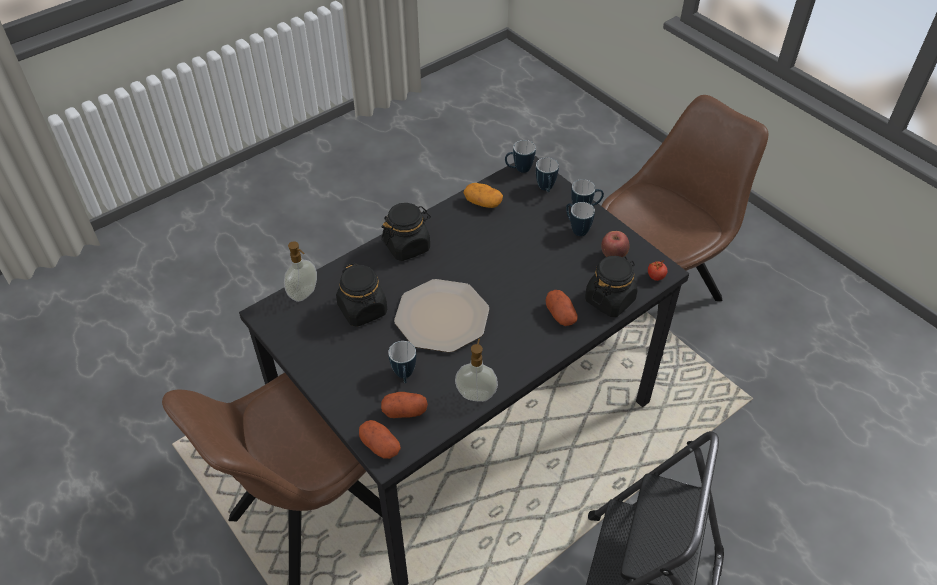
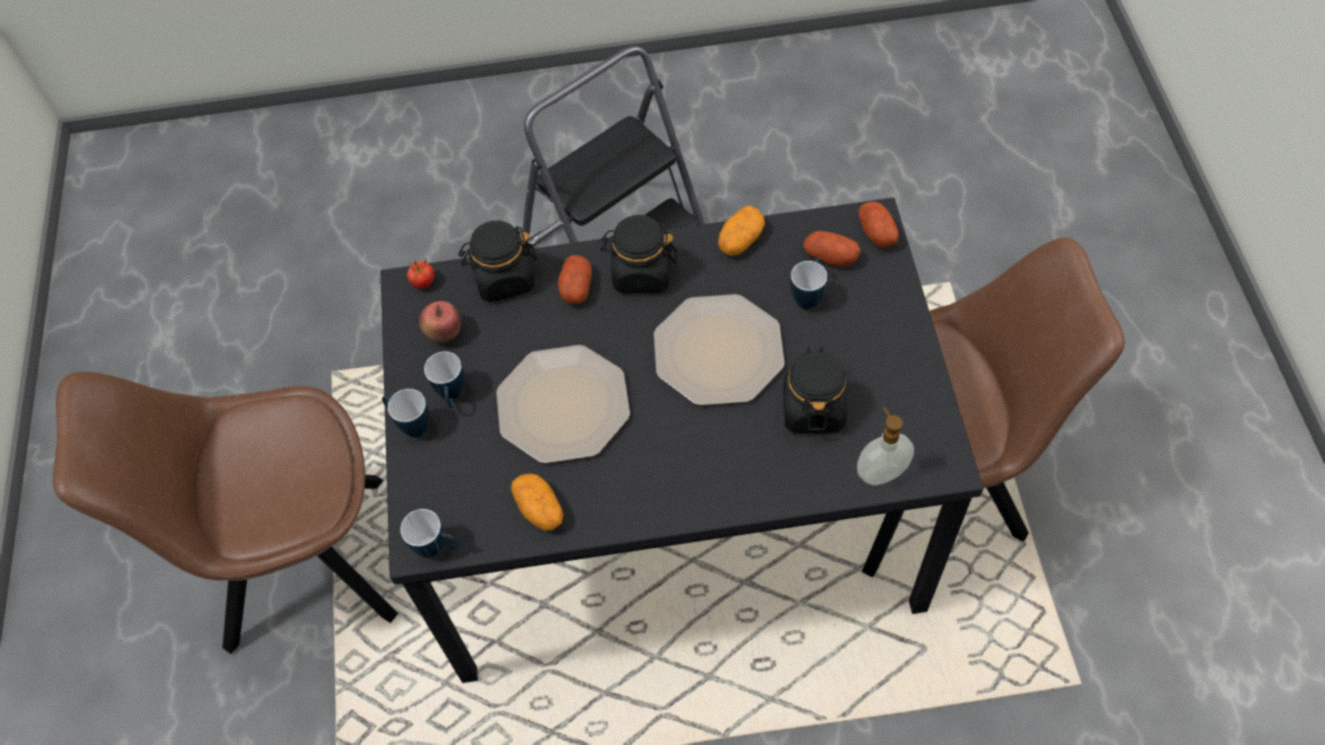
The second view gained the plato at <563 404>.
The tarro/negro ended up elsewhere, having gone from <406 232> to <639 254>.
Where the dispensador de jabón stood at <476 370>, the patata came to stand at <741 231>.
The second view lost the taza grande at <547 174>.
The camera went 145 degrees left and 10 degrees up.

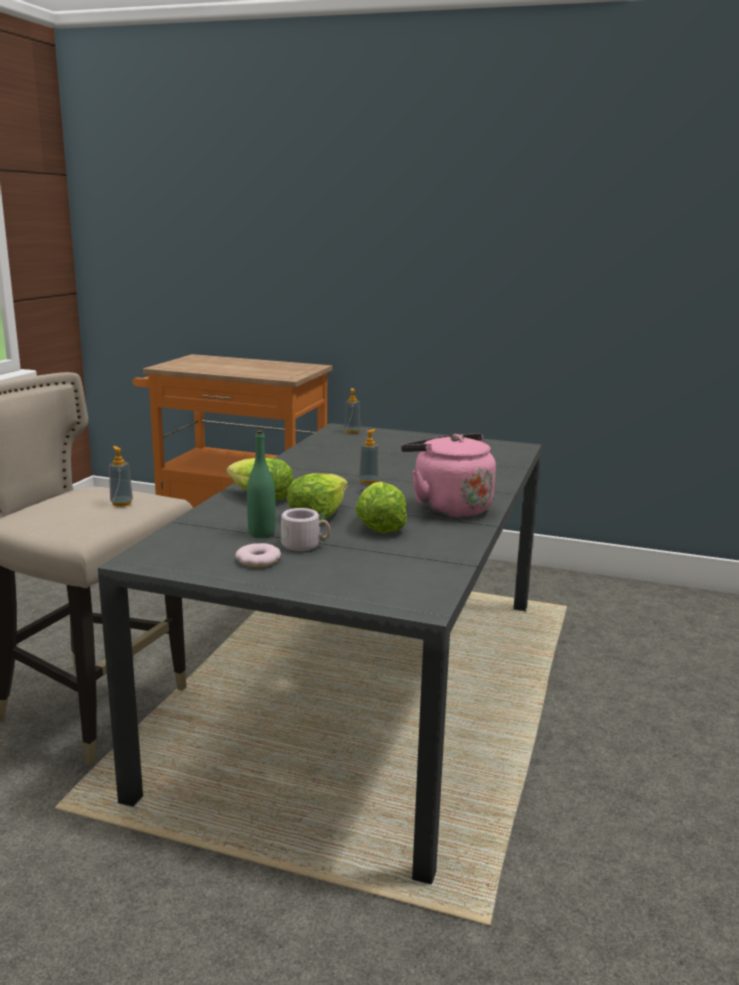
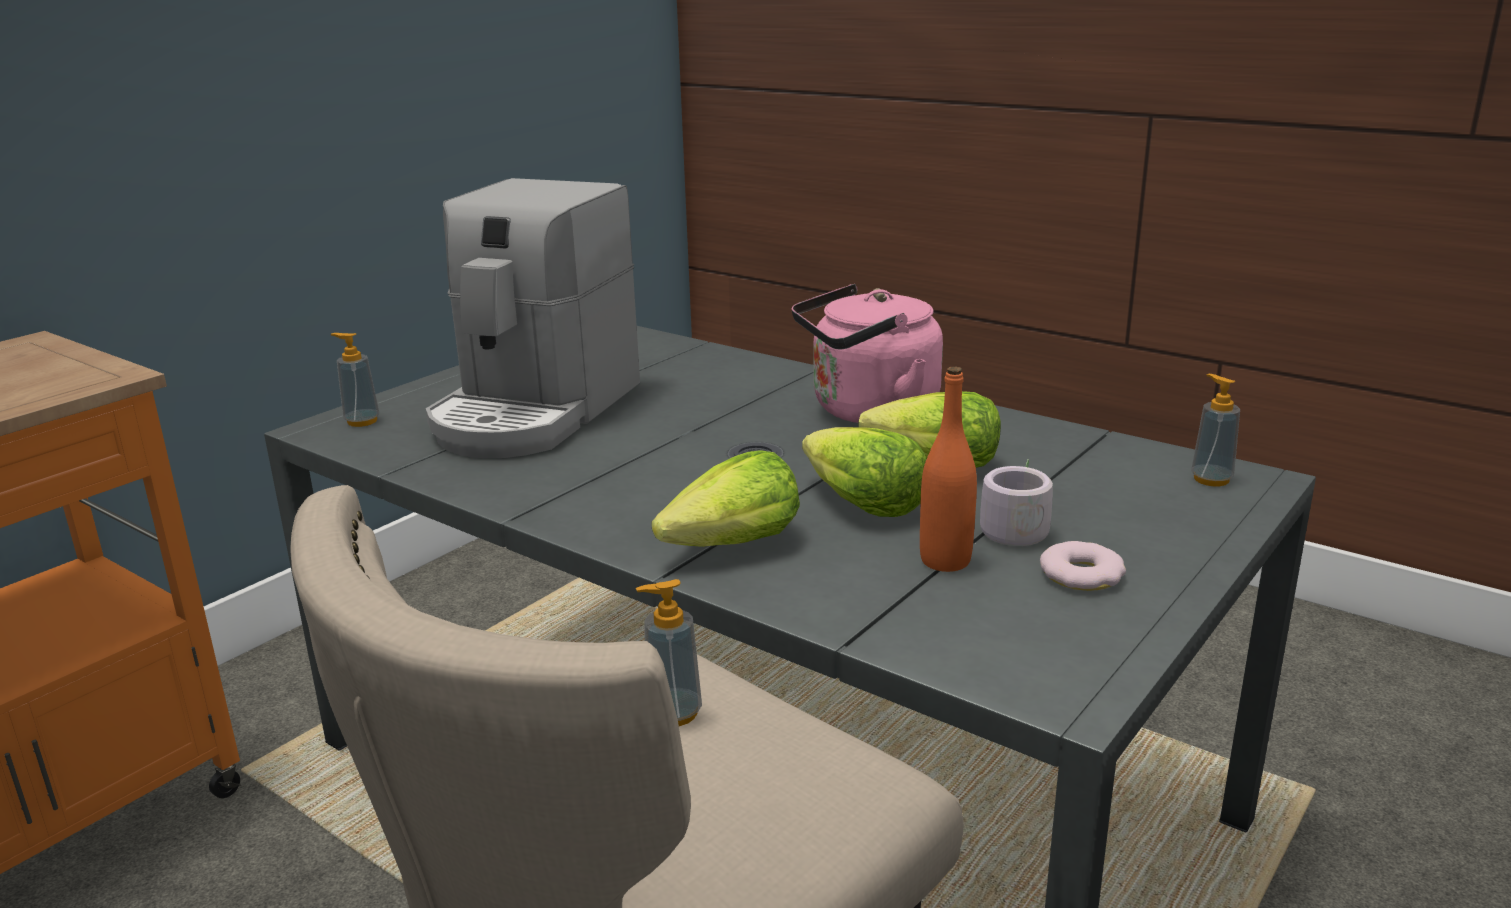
The second view gained the cafetera at <533 318>.
What was the botella/verde at <261 484> turned into the botella/naranja at <948 469>.
The dispensador de jabón ended up elsewhere, having gone from <369 456> to <1215 430>.
The camera went 70 degrees left and 5 degrees up.

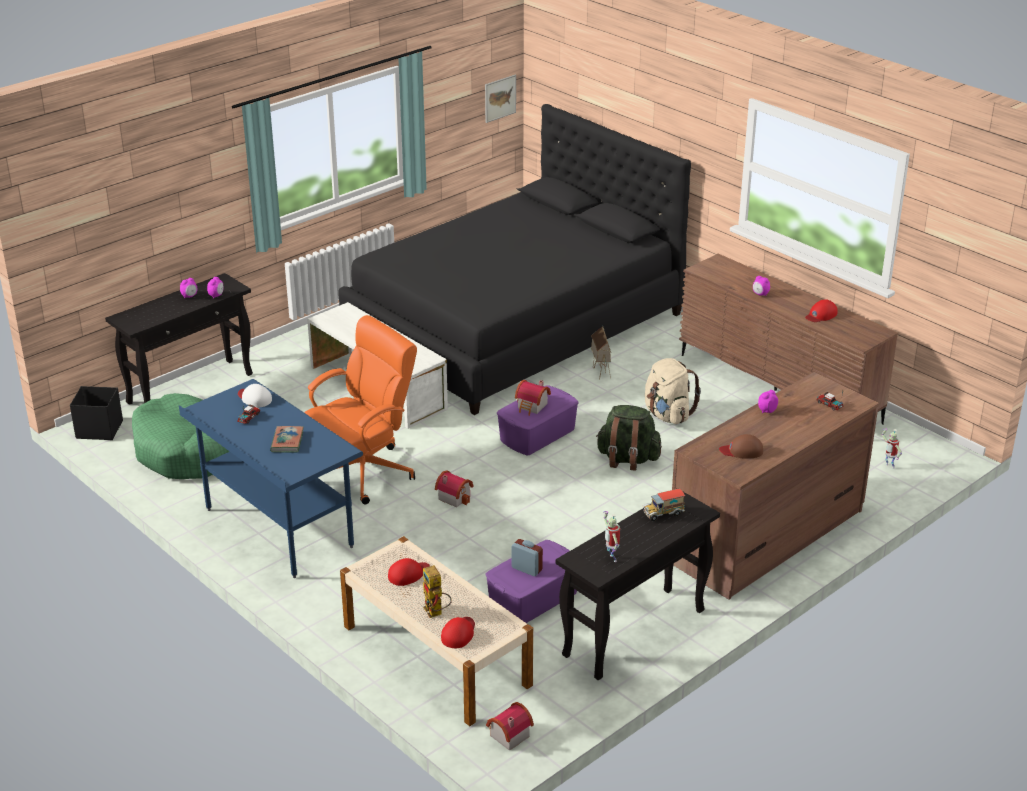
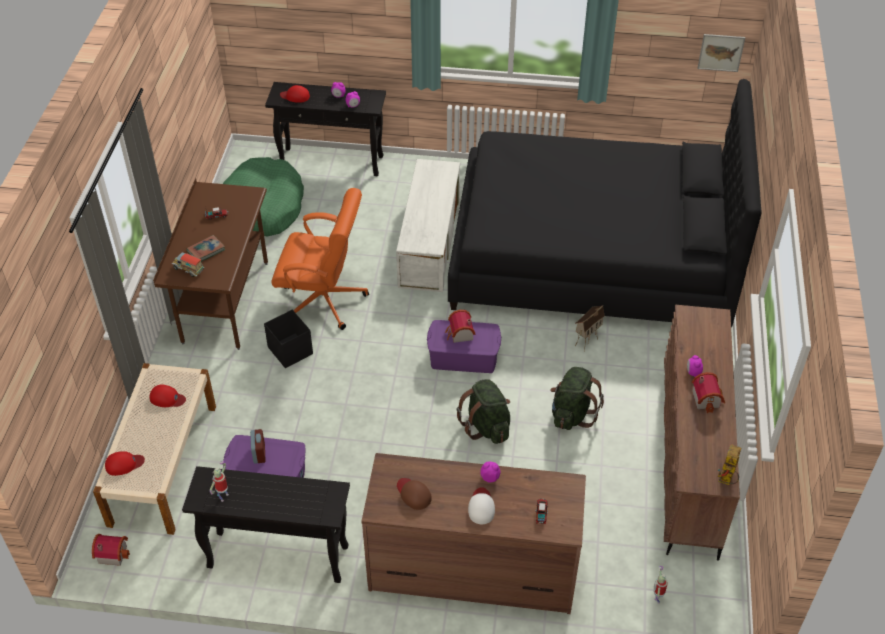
What was the escritorio/azul at <271 478> turned into the escritorio/marrón at <210 264>.
The camión de juguete ended up elsewhere, having gone from <664 505> to <188 264>.
The caja de almacenaje/negro ended up elsewhere, having gone from <96 413> to <288 339>.
The gorra/rojo ended up elsewhere, having gone from <821 310> to <295 94>.
The gorra/blanco ended up elsewhere, having gone from <255 396> to <481 505>.
What was the mochila/beis at <673 391> turned into the mochila/verde at <577 398>.
The casita ended up elsewhere, having gone from <454 488> to <708 392>.
The robot de juguete ended up elsewhere, having gone from <437 591> to <729 464>.
The camera went 50 degrees right and 15 degrees up.

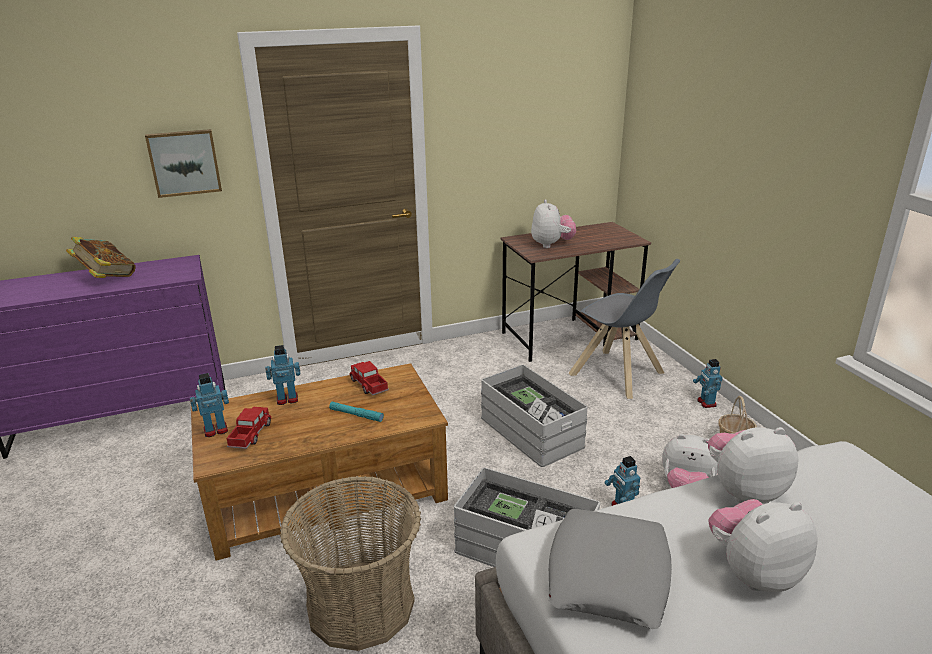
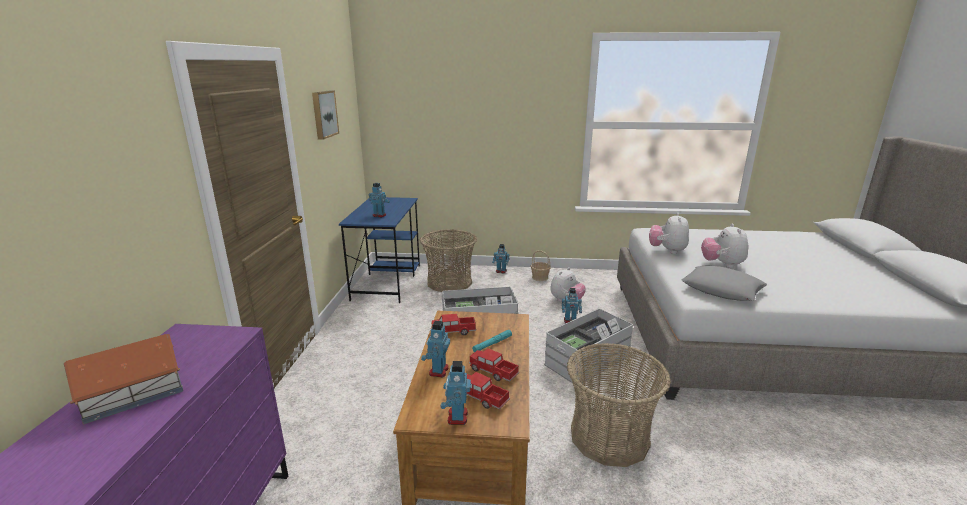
Where the libro stood at <101 257>, the casita came to stand at <123 379>.
The cuadro ended up elsewhere, having gone from <183 163> to <325 115>.
What was the escritorio/marrón at <576 292> turned into the escritorio/azul at <379 250>.
Where the peluche stood at <553 223>, the robot de juguete came to stand at <379 200>.
Where the silla/gris stood at <624 329>, the cesta came to stand at <448 260>.
The second view gained the camión de juguete at <494 365>.
The camera went 65 degrees left and 5 degrees down.

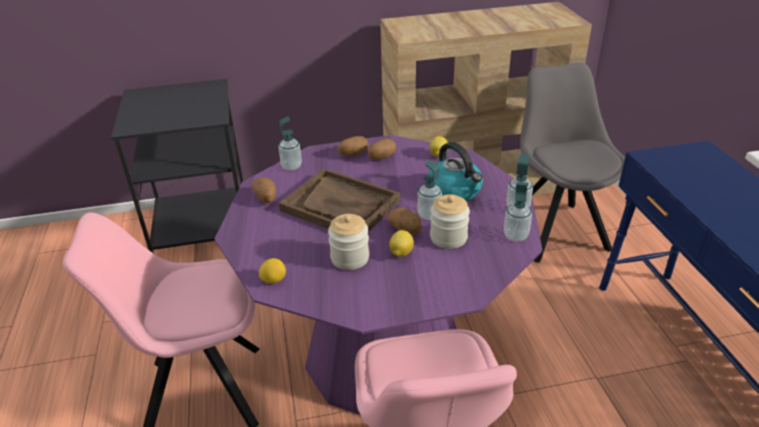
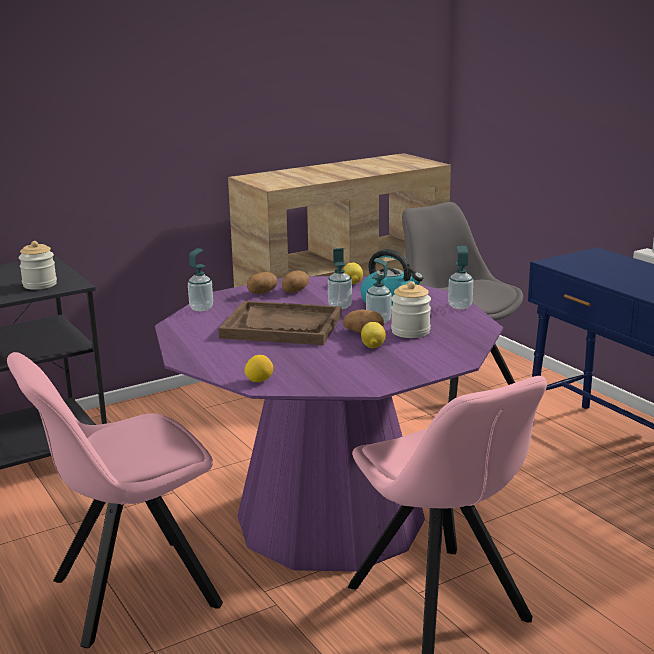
The tarro ended up elsewhere, having gone from <348 242> to <38 265>.
The dispensador de jabón ended up elsewhere, having gone from <518 211> to <340 278>.
The second view lost the patata at <263 190>.
The camera went 20 degrees left and 15 degrees down.

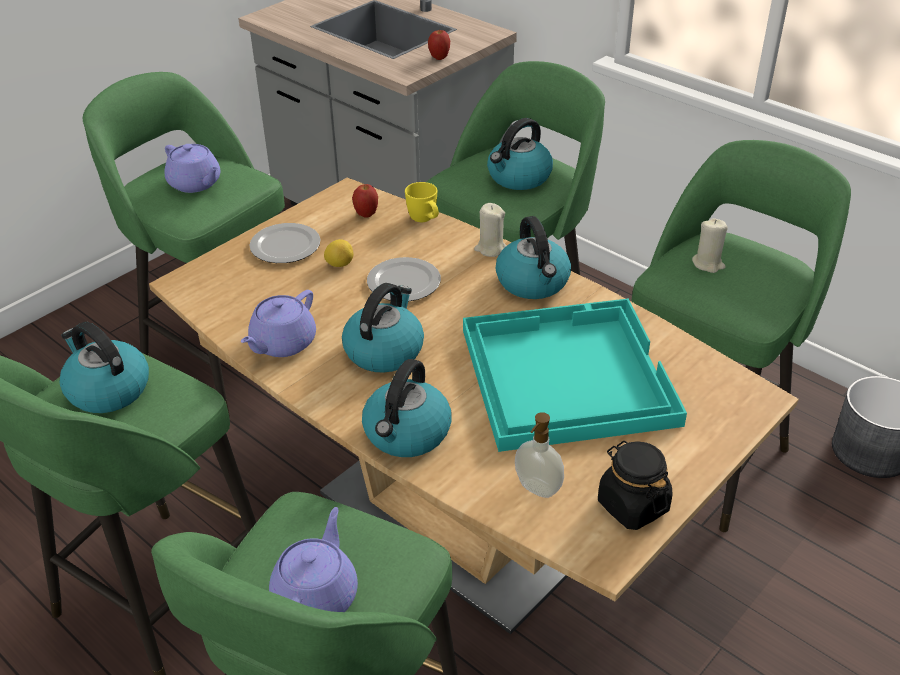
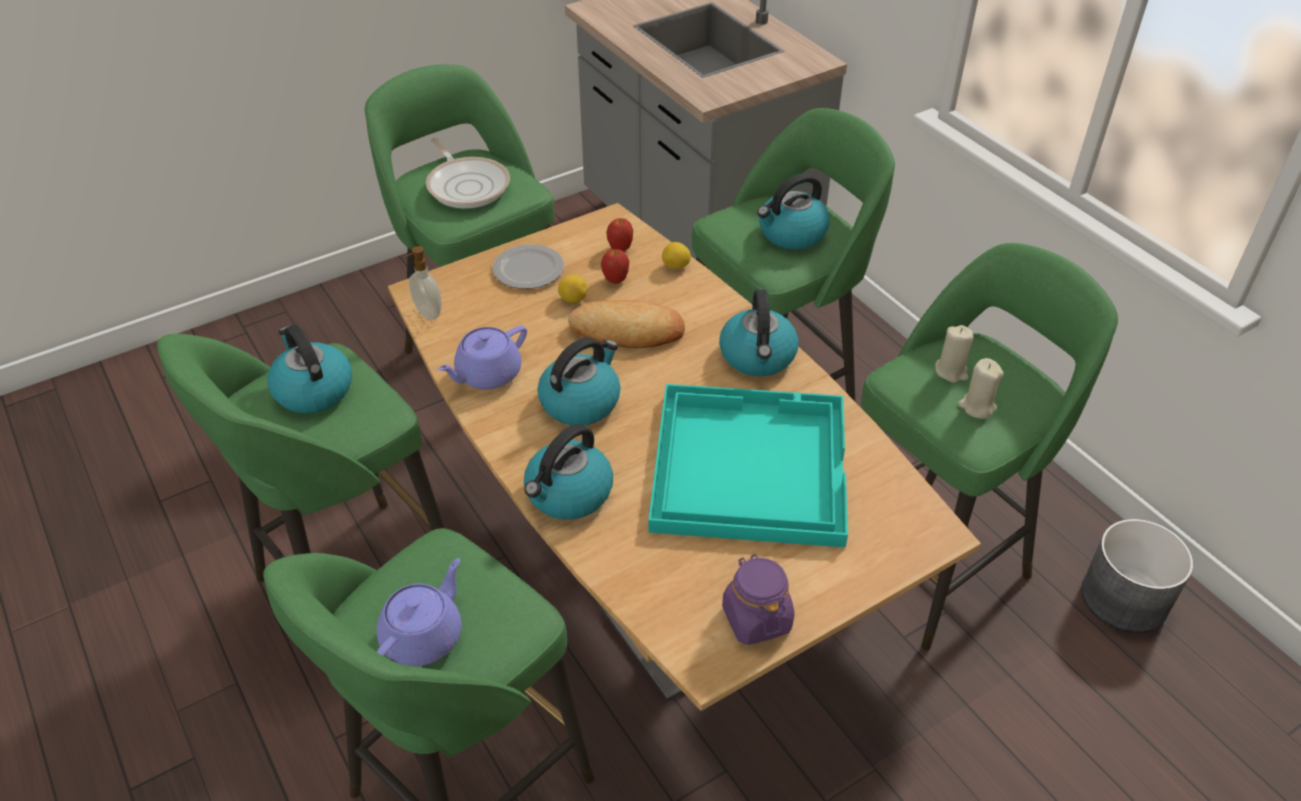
The dispensador de jabón ended up elsewhere, having gone from <539 455> to <423 283>.
Where the tetera/morado stood at <192 168>, the sartén came to stand at <468 173>.
Where the plato stood at <404 279>, the pan came to stand at <626 324>.
The manzana ended up elsewhere, having gone from <439 44> to <615 266>.
Where the taza grande/amarillo stood at <422 202>, the limón came to stand at <676 255>.
What was the tarro/negro at <635 485> turned into the tarro/morado at <758 599>.
The vela/beis ended up elsewhere, having gone from <490 230> to <981 388>.
The camera went 15 degrees right and 5 degrees up.

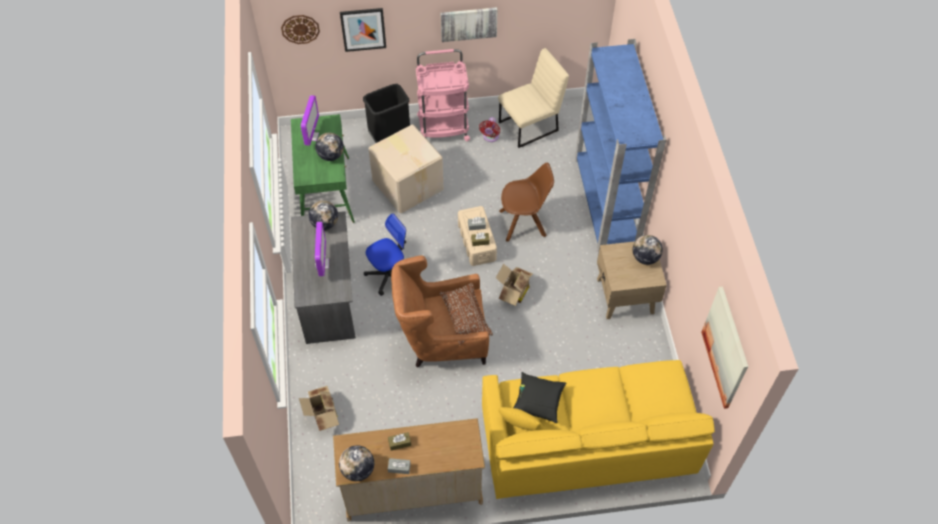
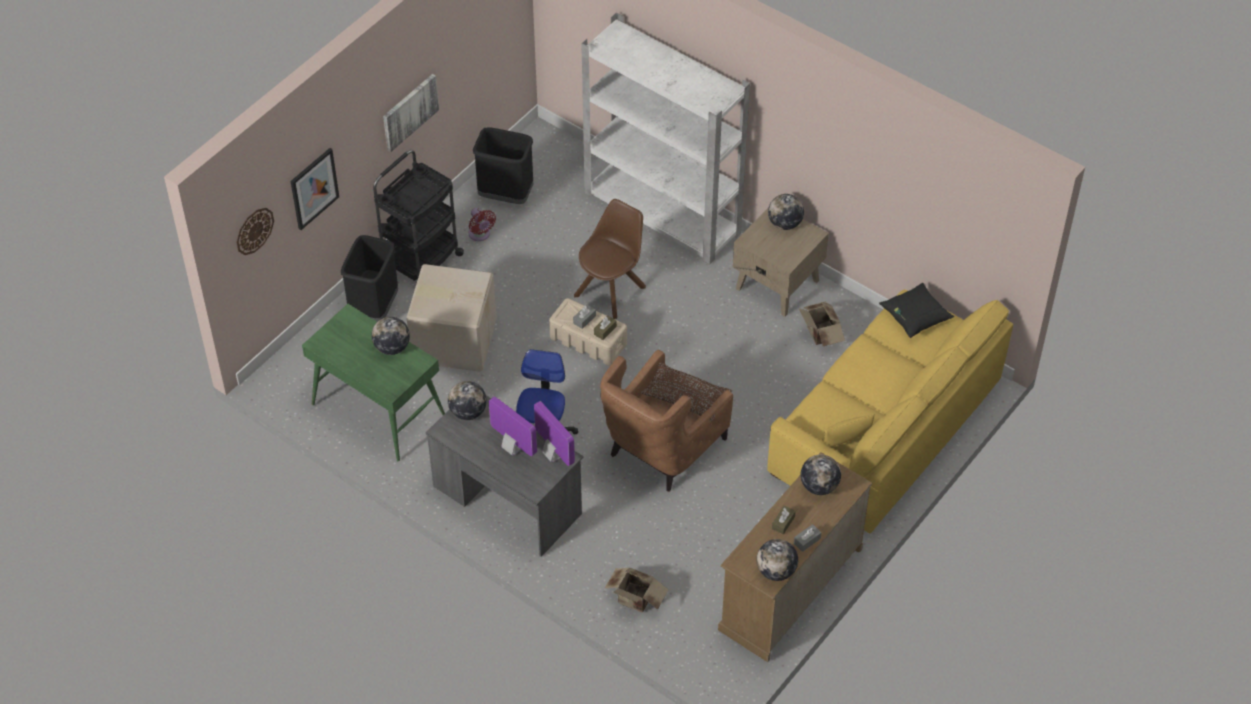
What was the carrito/rosa at <443 95> turned into the carrito/negro at <418 215>.
Where the silla/beis stood at <533 98>, the papelera/negro came to stand at <503 165>.
The monitor ended up elsewhere, having gone from <310 120> to <554 433>.
What was the estantería/azul at <620 145> turned into the estantería/blanco at <665 139>.
The caja de cartón ended up elsewhere, having gone from <514 285> to <822 324>.
The second view gained the globo terráqueo at <821 474>.
The cojín/negro ended up elsewhere, having gone from <539 397> to <916 310>.
The second view lost the cuadro at <725 348>.
The camera went 45 degrees left and 5 degrees down.

